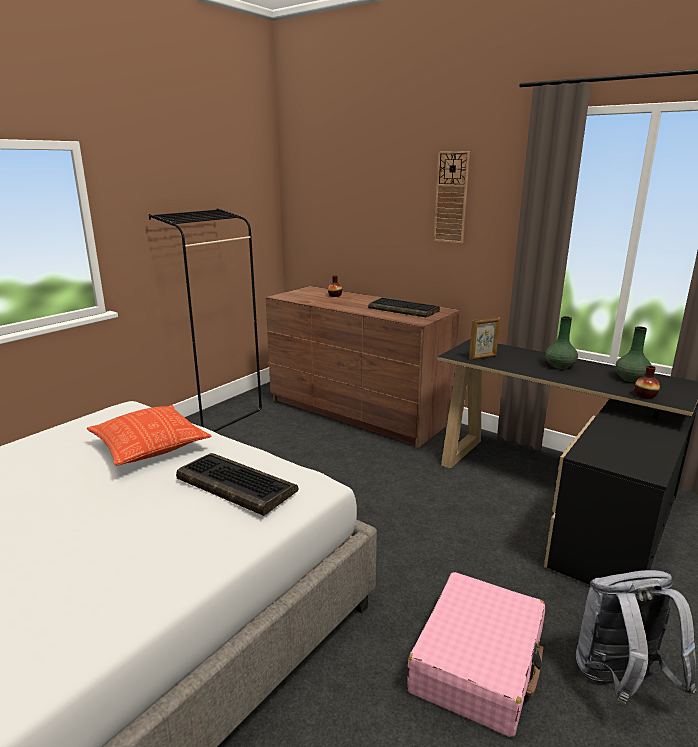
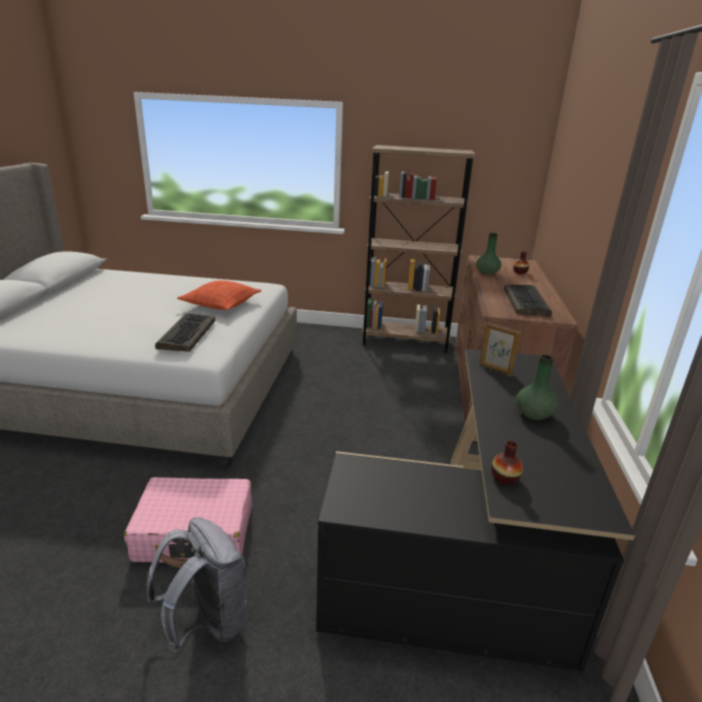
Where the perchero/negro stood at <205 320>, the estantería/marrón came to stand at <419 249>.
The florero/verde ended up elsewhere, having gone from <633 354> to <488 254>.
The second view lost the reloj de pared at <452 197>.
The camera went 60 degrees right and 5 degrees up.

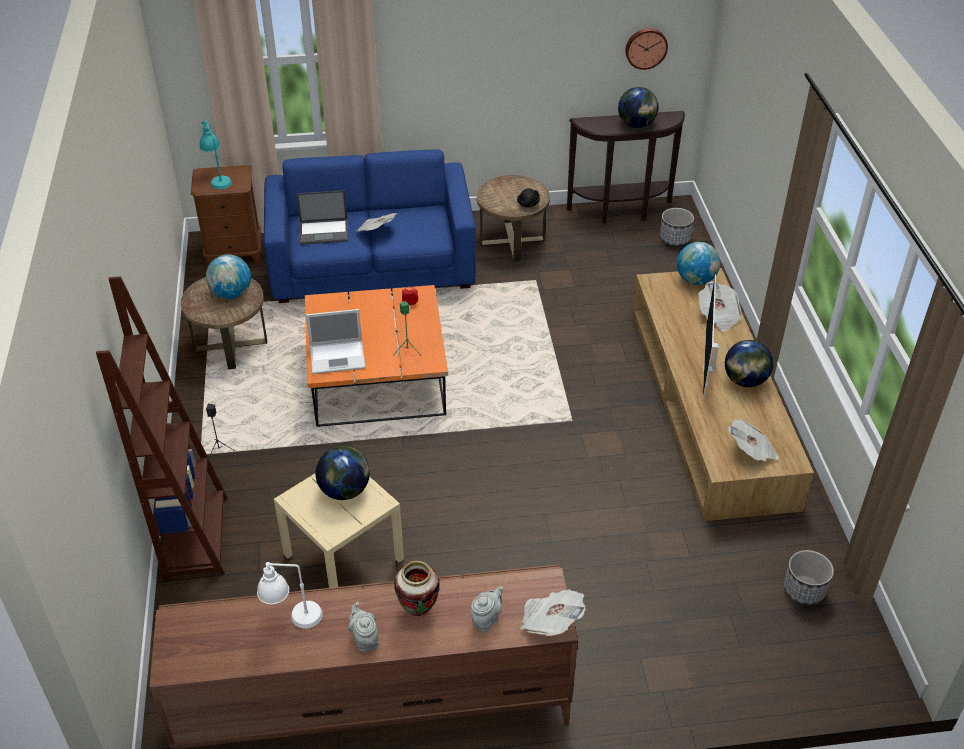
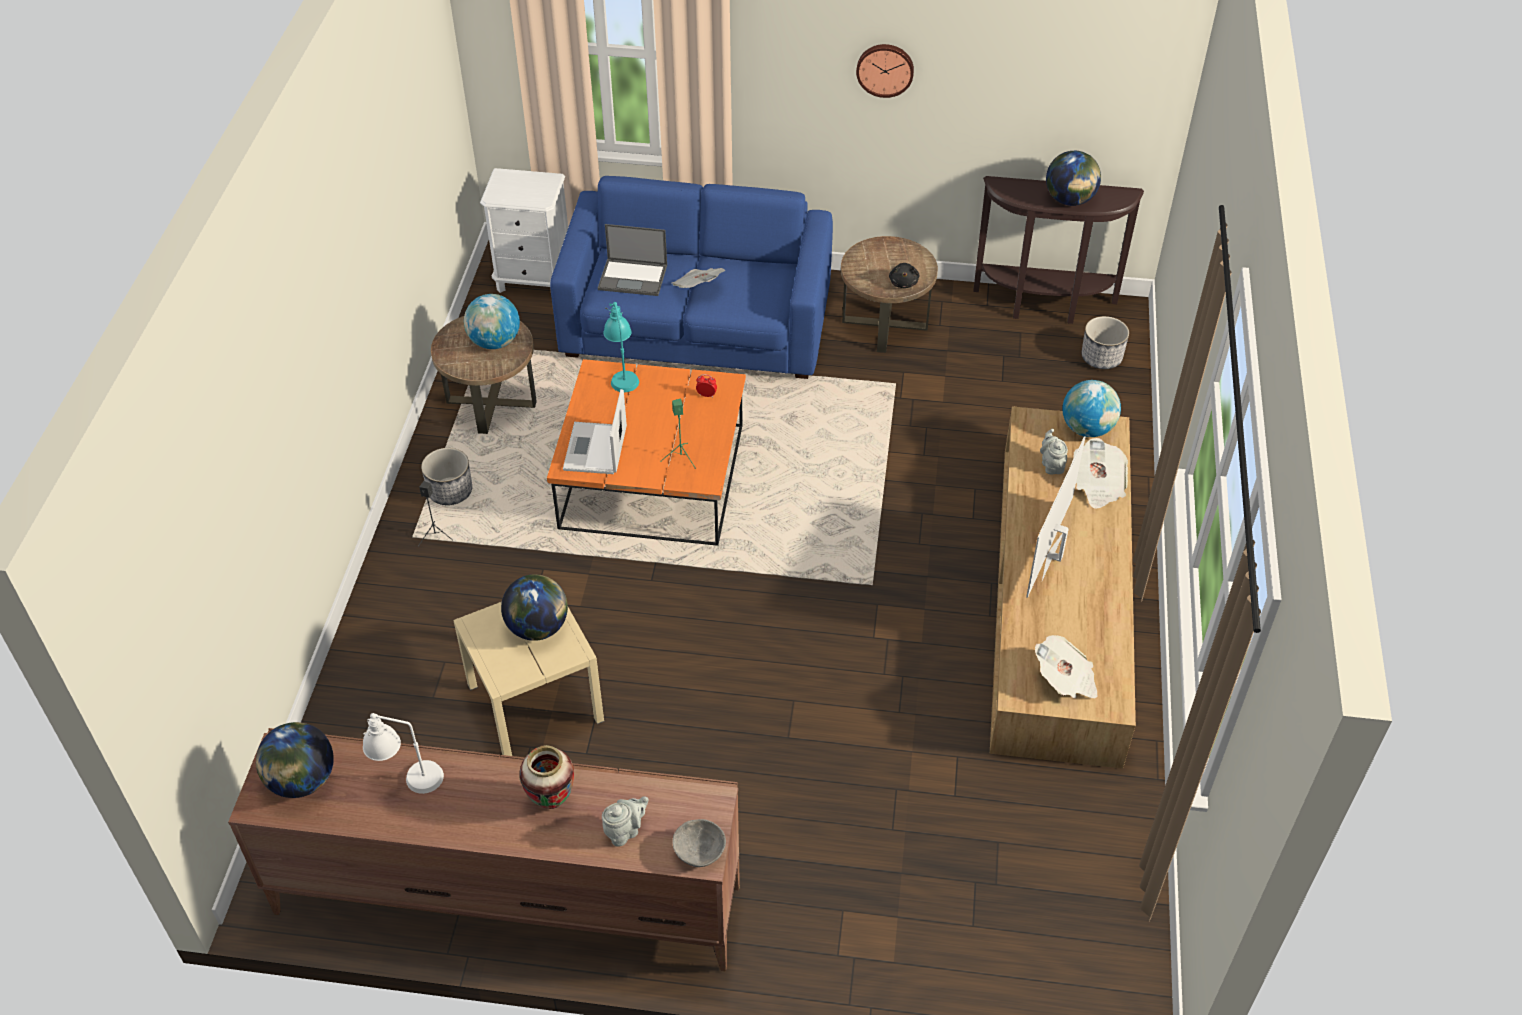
The globo terráqueo ended up elsewhere, having gone from <749 363> to <295 760>.
The maceta ended up elsewhere, having gone from <809 577> to <446 476>.
What was the mesita de noche/marrón at <226 215> turned into the mesita de noche/blanco at <524 230>.
The portátil at <336 341> ended up facing another way, 90 degrees clockwise from before.
The lámpara de mesa/turquesa ended up elsewhere, having gone from <215 154> to <621 347>.
Where the periódico stood at <553 612>, the cuenco/gris came to stand at <699 843>.
The reloj de pared ended up elsewhere, having gone from <646 49> to <885 71>.
The tetera/gris ended up elsewhere, having gone from <363 627> to <1054 451>.
The second view lost the estantería/marrón at <162 428>.
The camera went 15 degrees right and 5 degrees up.

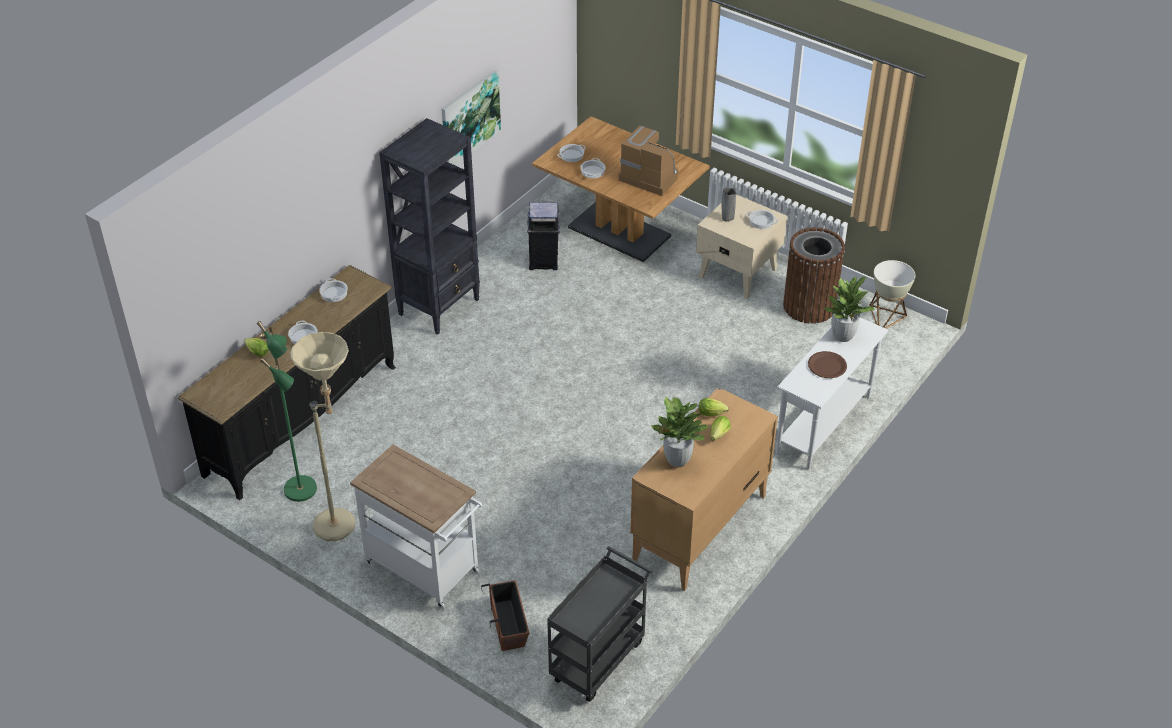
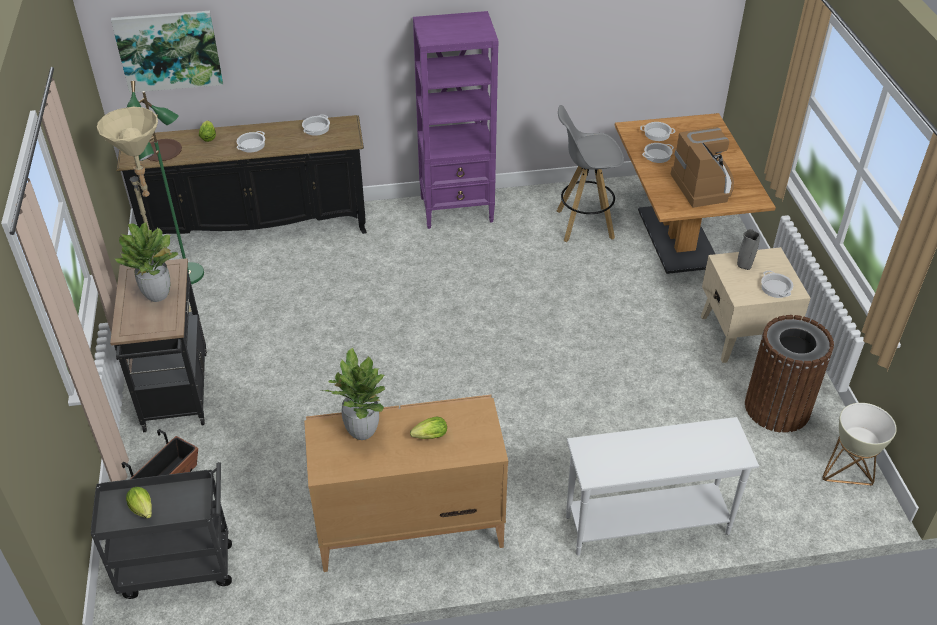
What was the carrito/blanco at <416 527> turned into the carrito/negro at <158 345>.
The cuadro ended up elsewhere, having gone from <471 117> to <167 52>.
The planta en maceta ended up elsewhere, having gone from <849 309> to <147 262>.
The lechuga ended up elsewhere, having gone from <714 407> to <139 503>.
The plato/marrón ended up elsewhere, having gone from <827 364> to <164 150>.
What was the estantería/negro at <429 226> turned into the estantería/morado at <456 120>.
Where the papelera/negro stood at <543 236>, the taburete/gris came to stand at <590 173>.
The camera went 45 degrees right and 0 degrees up.

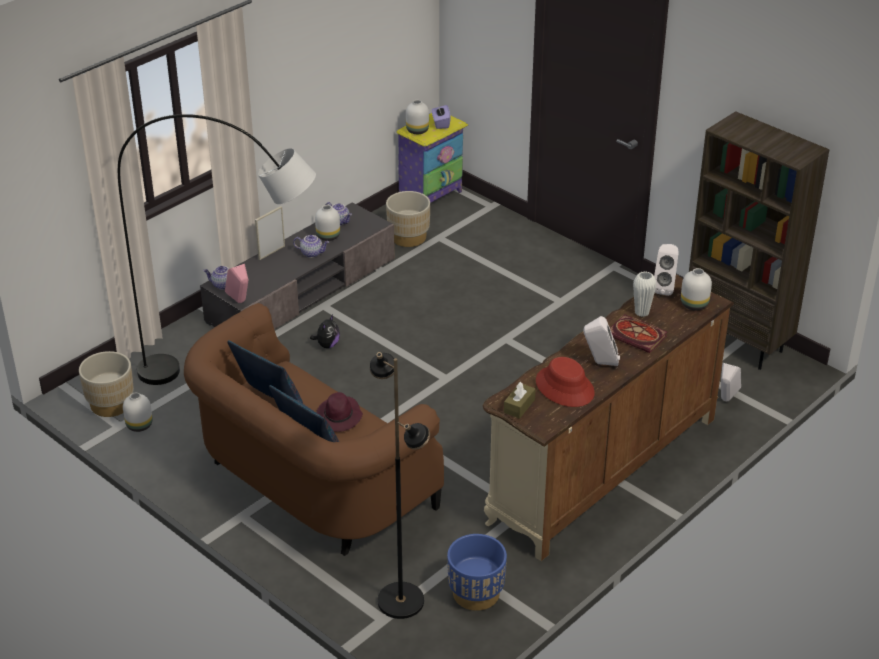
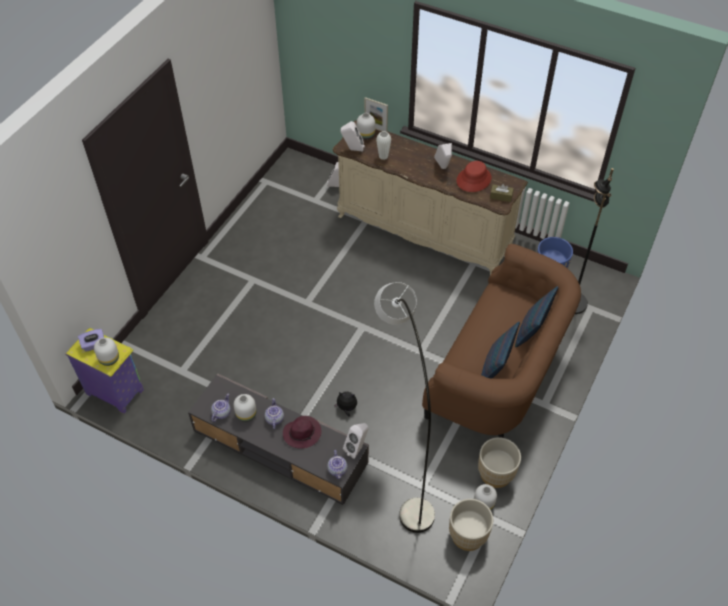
The sombrero/morado ended up elsewhere, having gone from <339 412> to <302 432>.
What was the altavoz/rosa at <236 283> turned into the altavoz/blanco at <356 441>.
The portarretratos ended up elsewhere, having gone from <270 233> to <376 114>.
The maceta/beis ended up elsewhere, having gone from <408 219> to <499 462>.
The second view lost the libro at <638 333>.
The second view lost the estantería/marrón at <759 240>.
The camera went 105 degrees left and 15 degrees up.

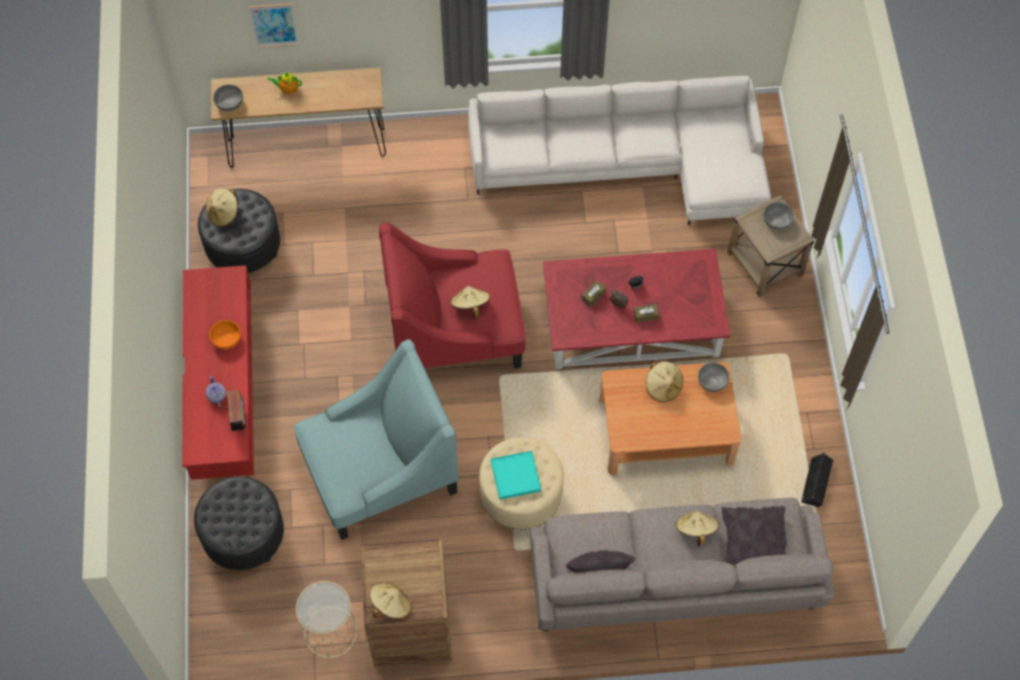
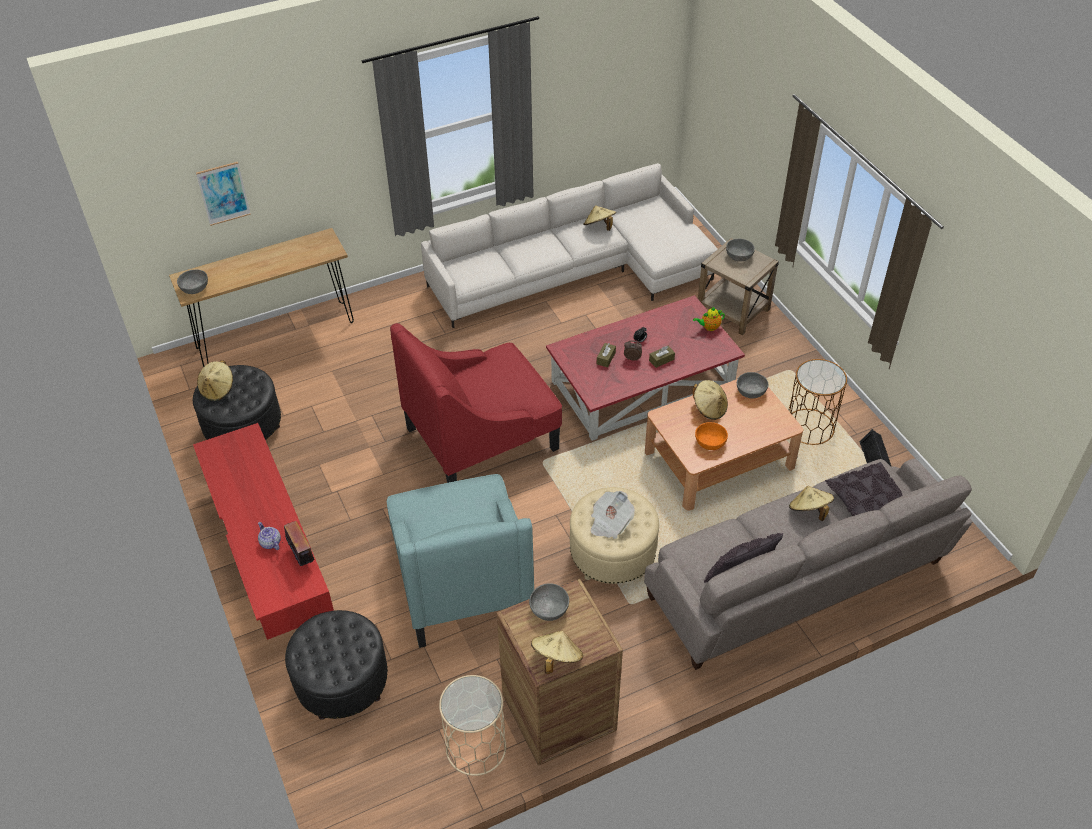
The sillón/turquesa at <376 439> ended up facing another way, 120 degrees clockwise from before.
The second view gained the cuenco/gris at <549 602>.
The sombrero/beis ended up elsewhere, having gone from <470 302> to <599 218>.
Where the bandeja/turquesa stood at <516 475>, the periódico came to stand at <613 515>.
The tetera ended up elsewhere, having gone from <285 83> to <709 319>.
The cuenco/naranja ended up elsewhere, having gone from <225 335> to <711 436>.
The second view gained the mesa auxiliar/marrón at <817 402>.
The camera went 20 degrees left and 15 degrees down.

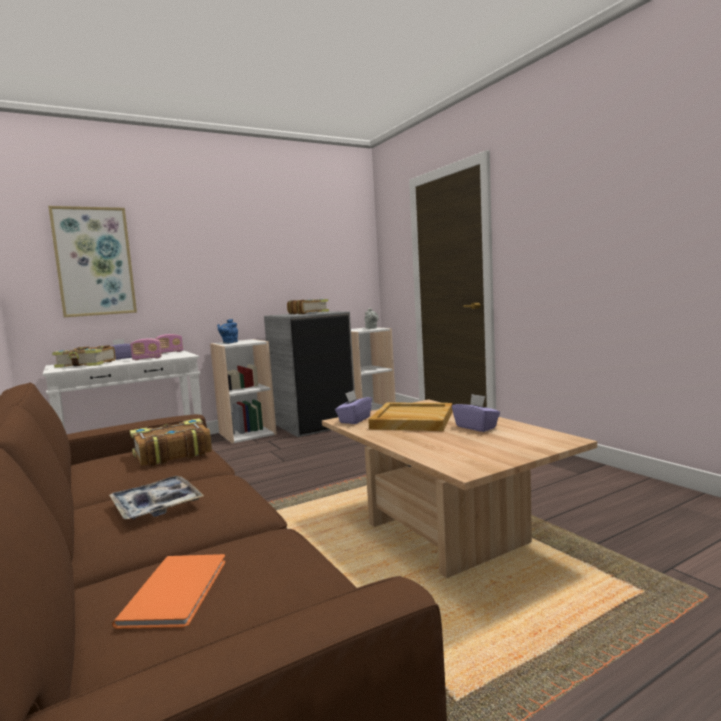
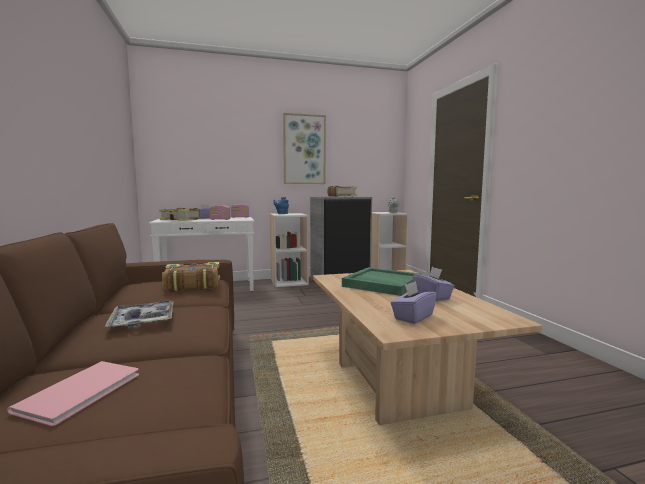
What was the libro/naranja at <169 591> turned into the libro/rosa at <73 393>.
The cuadro ended up elsewhere, having gone from <92 261> to <304 148>.
What was the bandeja/beis at <410 417> turned into the bandeja/verde at <382 281>.
The caja de pañuelos/morado ended up elsewhere, having gone from <353 407> to <414 302>.
The camera went 15 degrees right and 0 degrees up.

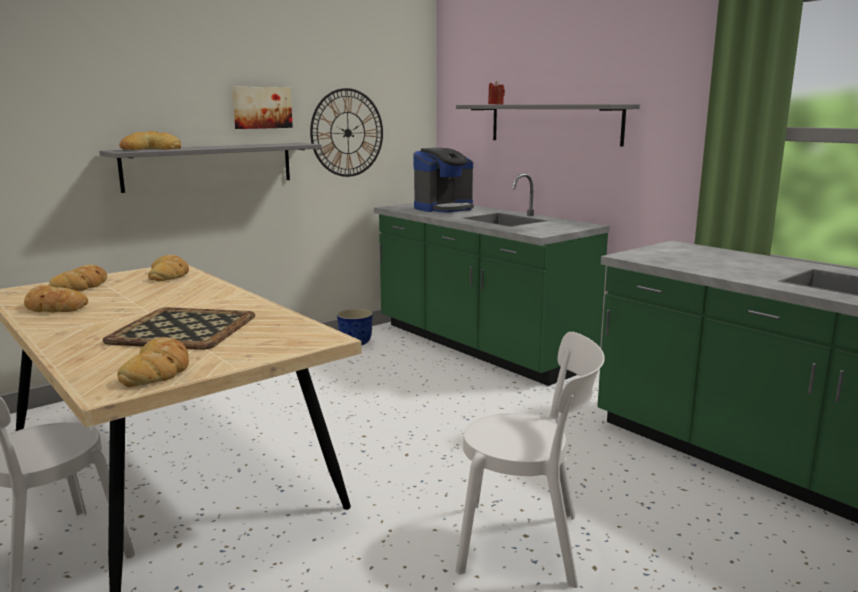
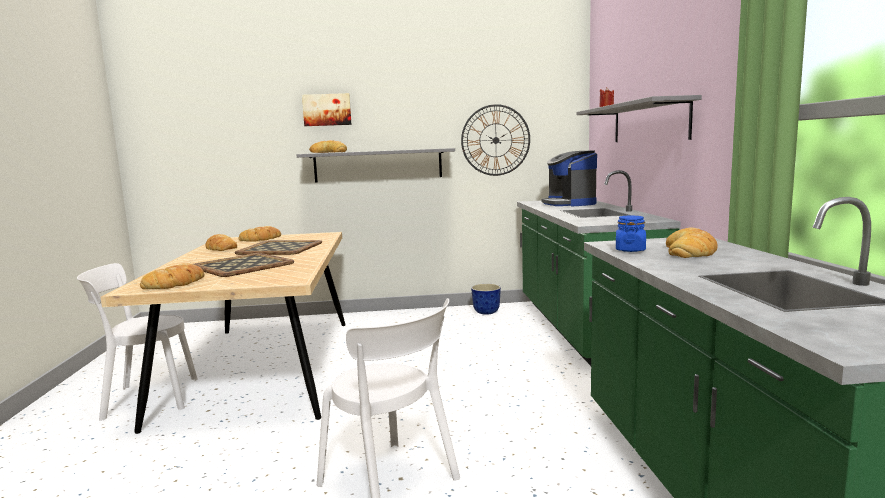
The second view gained the bandeja at <278 247>.
The cuadro ended up elsewhere, having gone from <262 108> to <327 109>.
The cafetera at <443 180> ended up facing another way, 75 degrees clockwise from before.
The second view gained the tarro/azul at <631 233>.
The pan ended up elsewhere, having gone from <168 268> to <692 243>.
The camera went 35 degrees right and 5 degrees down.

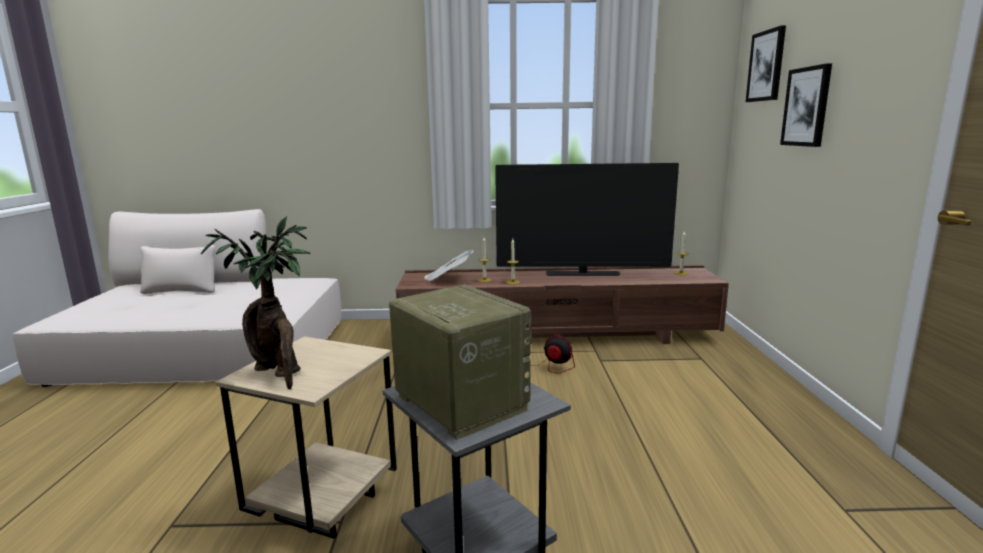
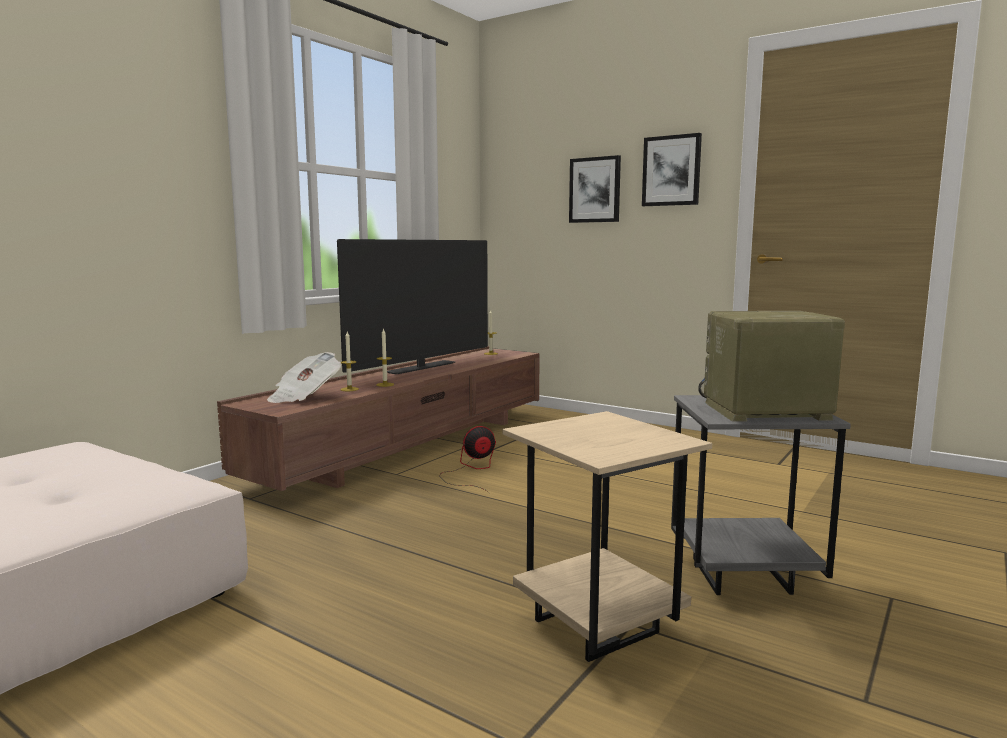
The cuadro ended up elsewhere, having gone from <766 63> to <672 169>.
The second view lost the planta en maceta at <255 302>.
The camera went 55 degrees left and 5 degrees down.

